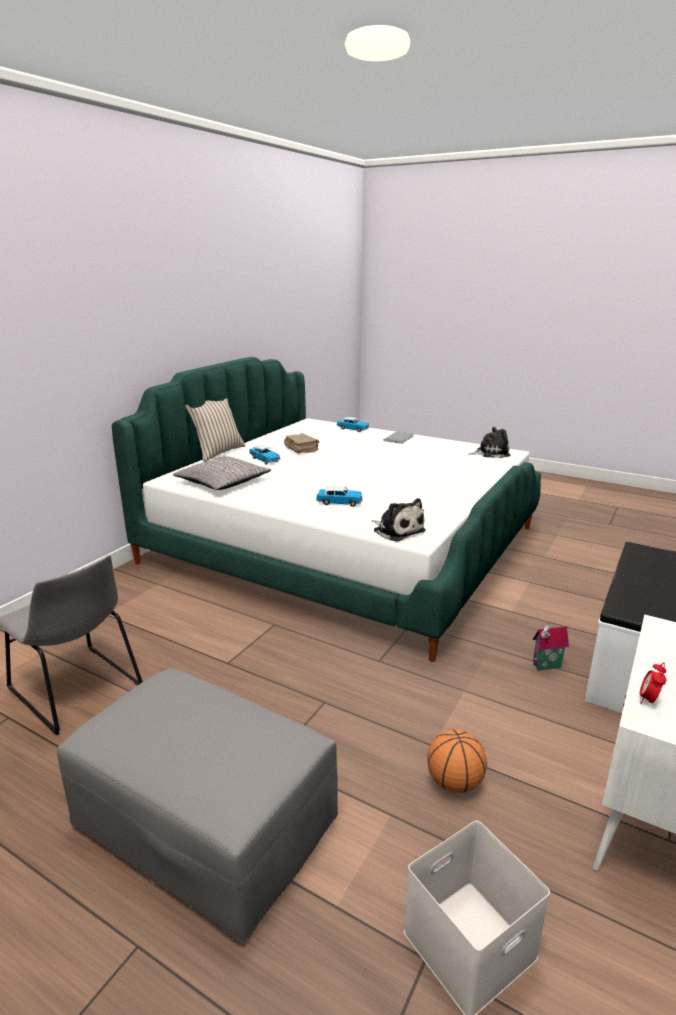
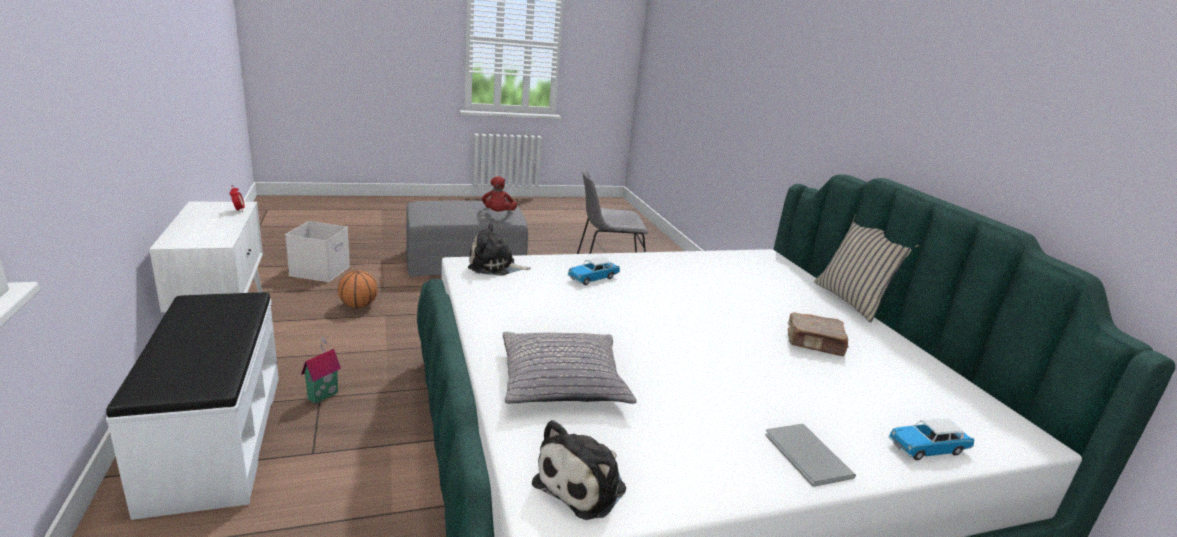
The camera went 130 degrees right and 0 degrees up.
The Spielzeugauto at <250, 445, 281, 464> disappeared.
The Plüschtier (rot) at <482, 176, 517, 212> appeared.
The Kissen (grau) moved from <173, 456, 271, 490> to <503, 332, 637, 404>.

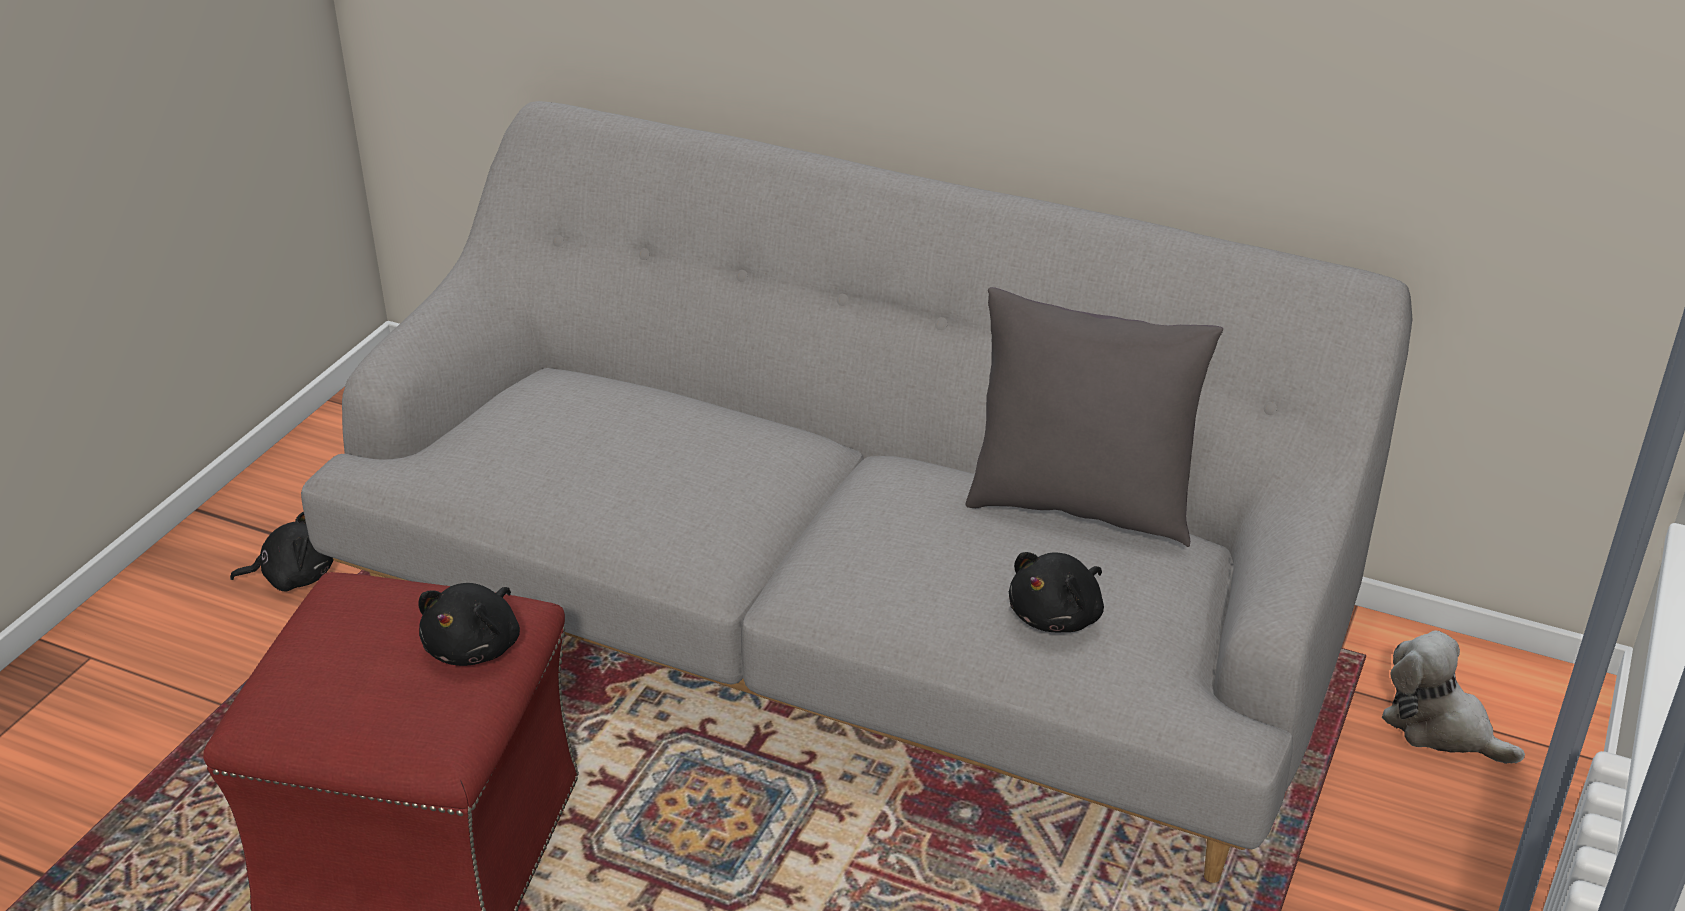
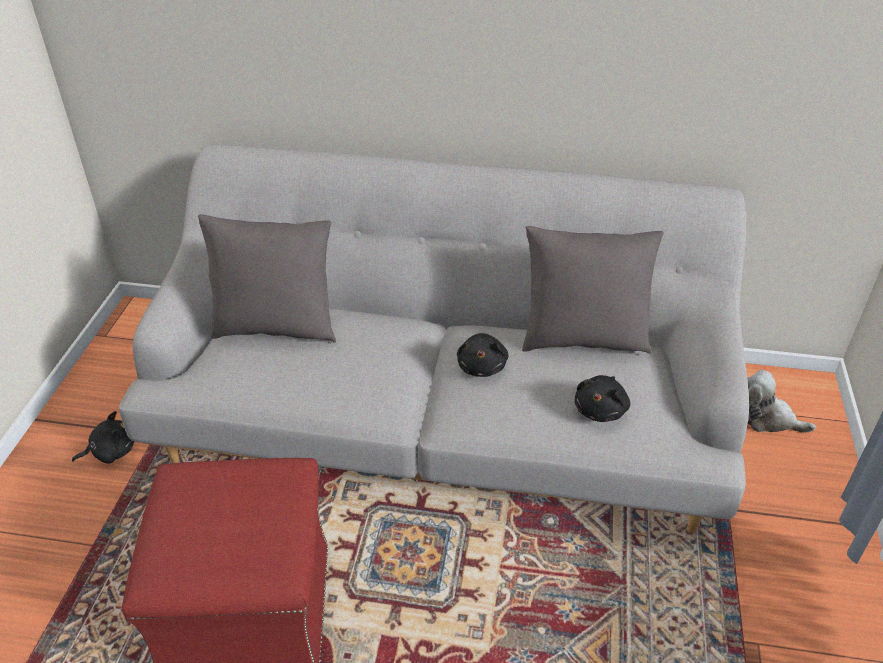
The camera went 15 degrees left and 5 degrees up.
The Kissen (grau) at <198, 214, 336, 343> appeared.
The Plüschtier (schwarz) moved from <418, 583, 520, 666> to <457, 333, 508, 377>.

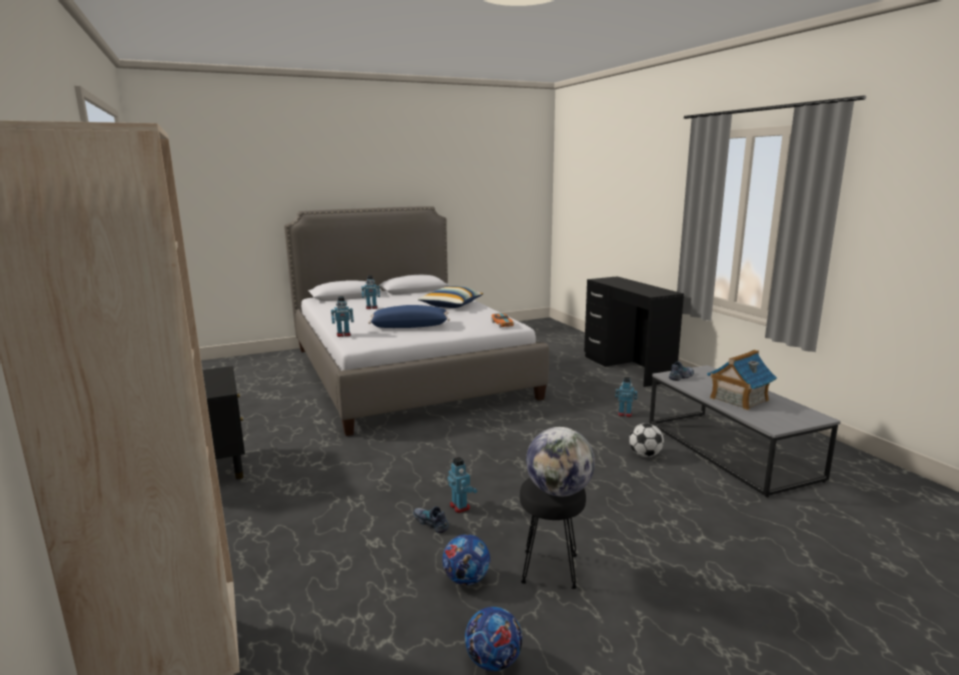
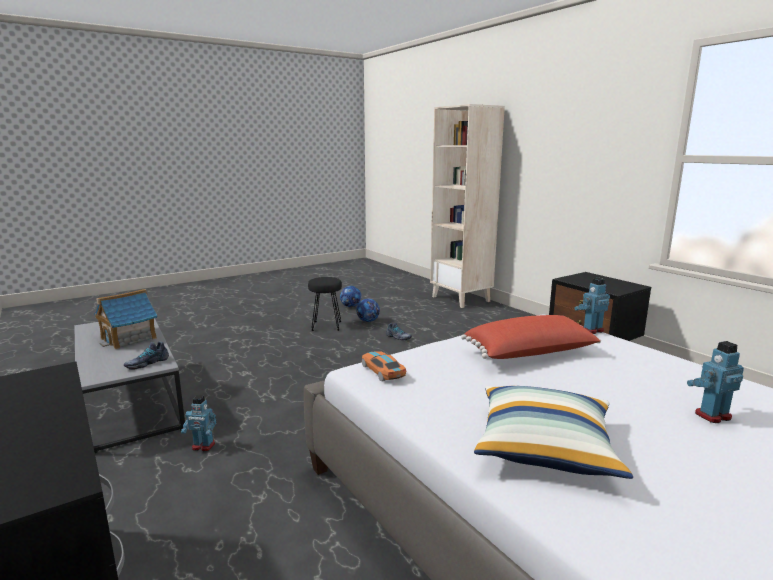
The camera went 170 degrees right and 0 degrees up.
The Spielzeugroboter at <447, 457, 477, 513> disappeared.
The Globus at <526, 427, 595, 496> disappeared.
The Fußball at <629, 423, 664, 457> disappeared.
The Kissen (blau) at <368, 305, 450, 328> became the Kissen (rot) at <461, 315, 601, 359>.

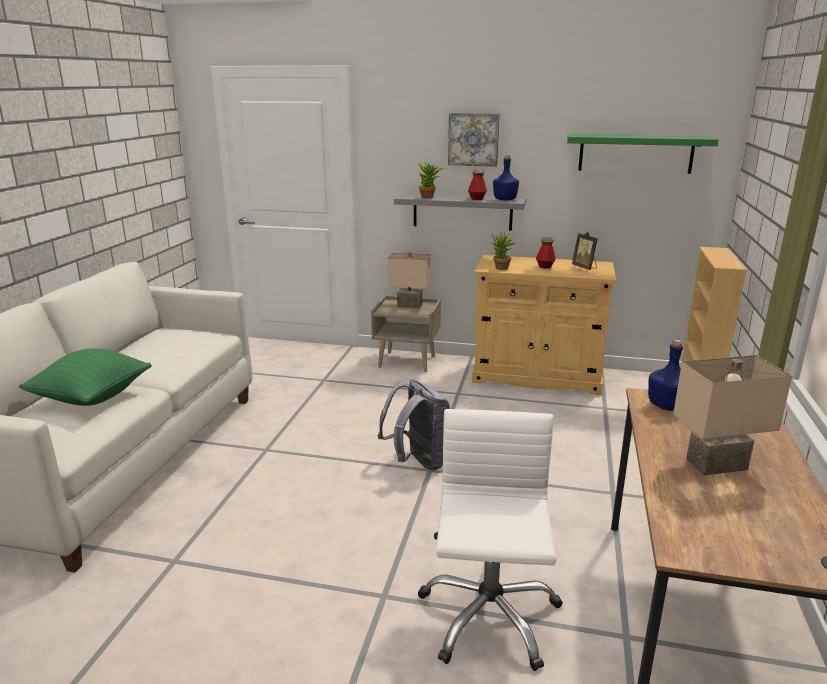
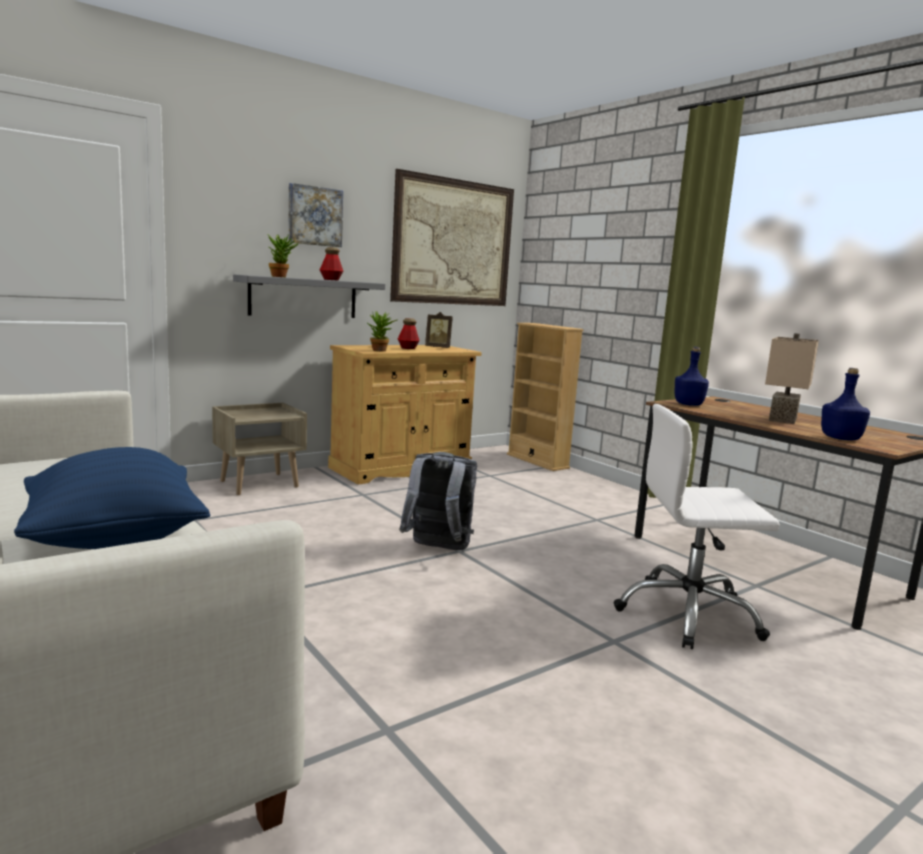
The camera went 50 degrees left and 10 degrees down.
The Tischlampe (beige) at <388, 252, 431, 309> disappeared.
The Flasche (blau) moved from <493, 155, 519, 201> to <821, 368, 870, 440>.
The Wandregal (grün) at <567, 134, 719, 174> was replaced by the Bild at <390, 169, 514, 306>.
The Kissen (grün) at <19, 348, 152, 406> became the Kissen (blau) at <14, 447, 210, 549>.
The Bürostuhl (weiß) at <418, 409, 563, 671> turned 45 degrees counterclockwise.

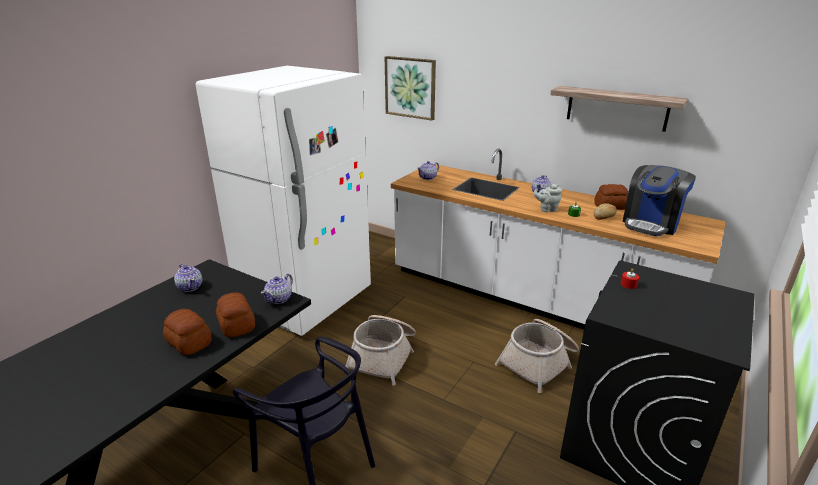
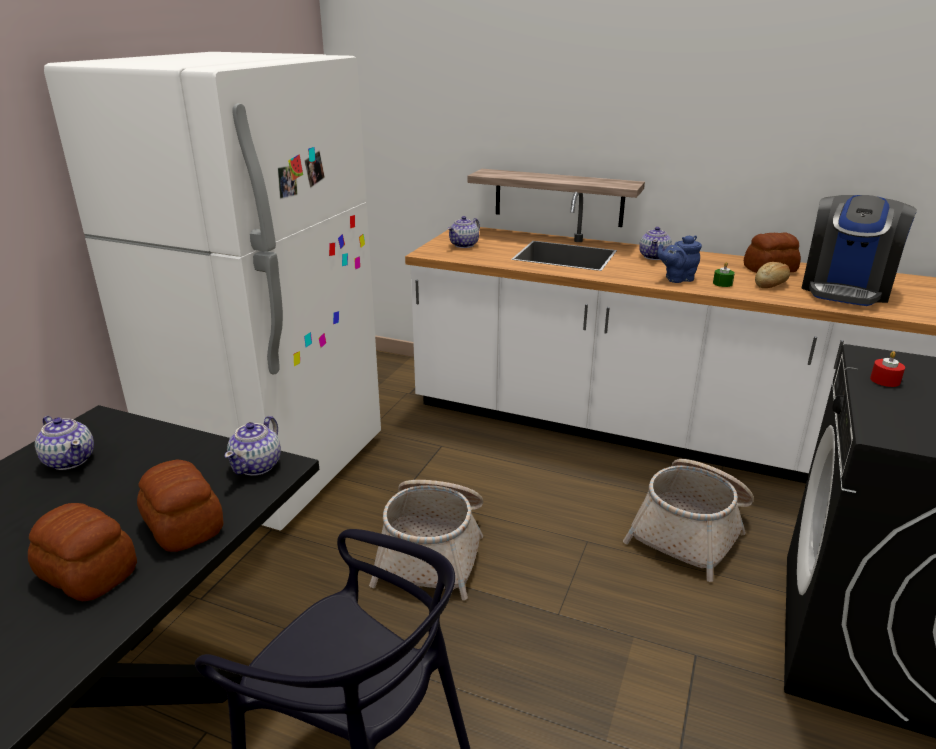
The camera went 10 degrees left and 0 degrees up.
The Bild at <385, 56, 436, 120> disappeared.
The Wandregal moved from <550, 86, 688, 132> to <467, 169, 645, 227>.
The Teekanne (grau) at <534, 184, 562, 212> became the Teekanne (blau) at <657, 235, 702, 283>.

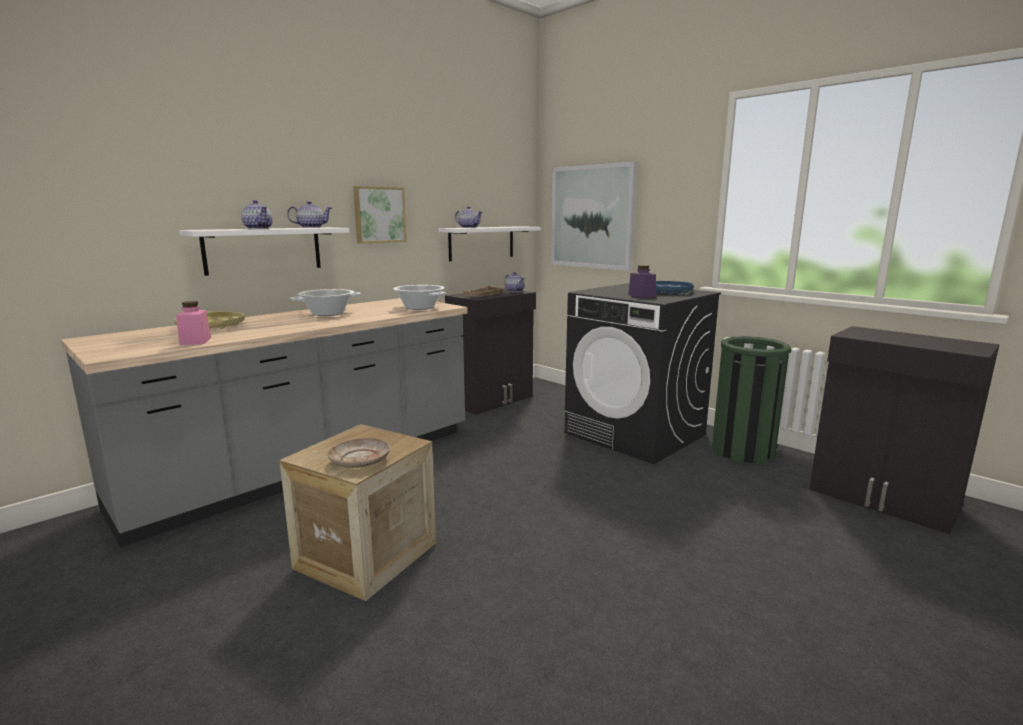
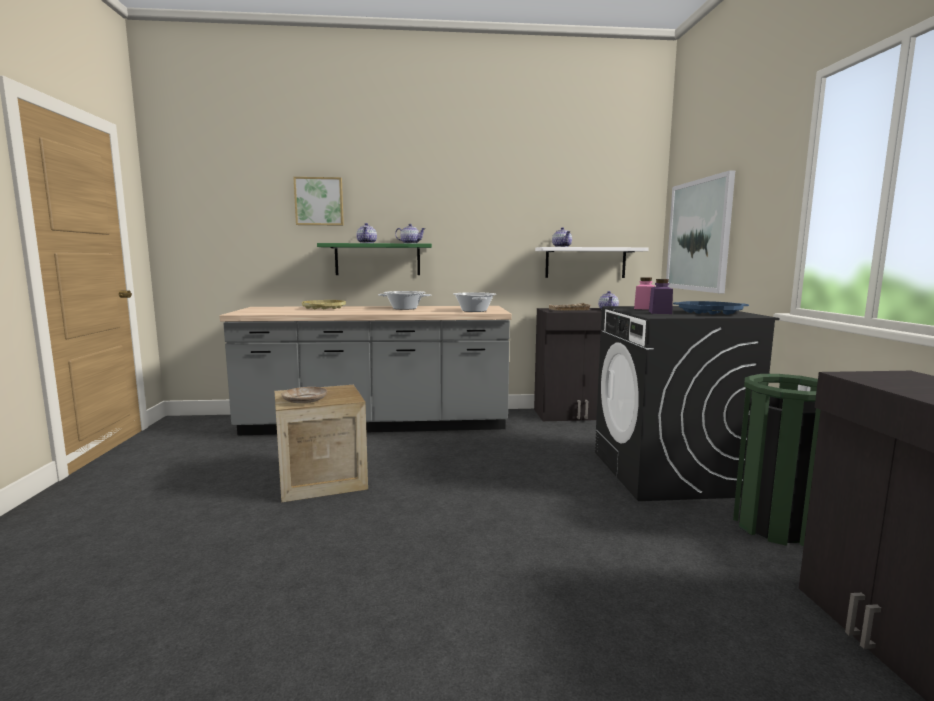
The camera went 40 degrees right and 5 degrees down.
The Vorratsglas (rosa) moved from <176, 301, 211, 345> to <634, 277, 655, 310>.
The Bild moved from <353, 186, 407, 244> to <293, 177, 344, 226>.
The Wandregal (weiß) at <179, 227, 349, 276> became the Wandregal (grün) at <317, 243, 432, 275>.

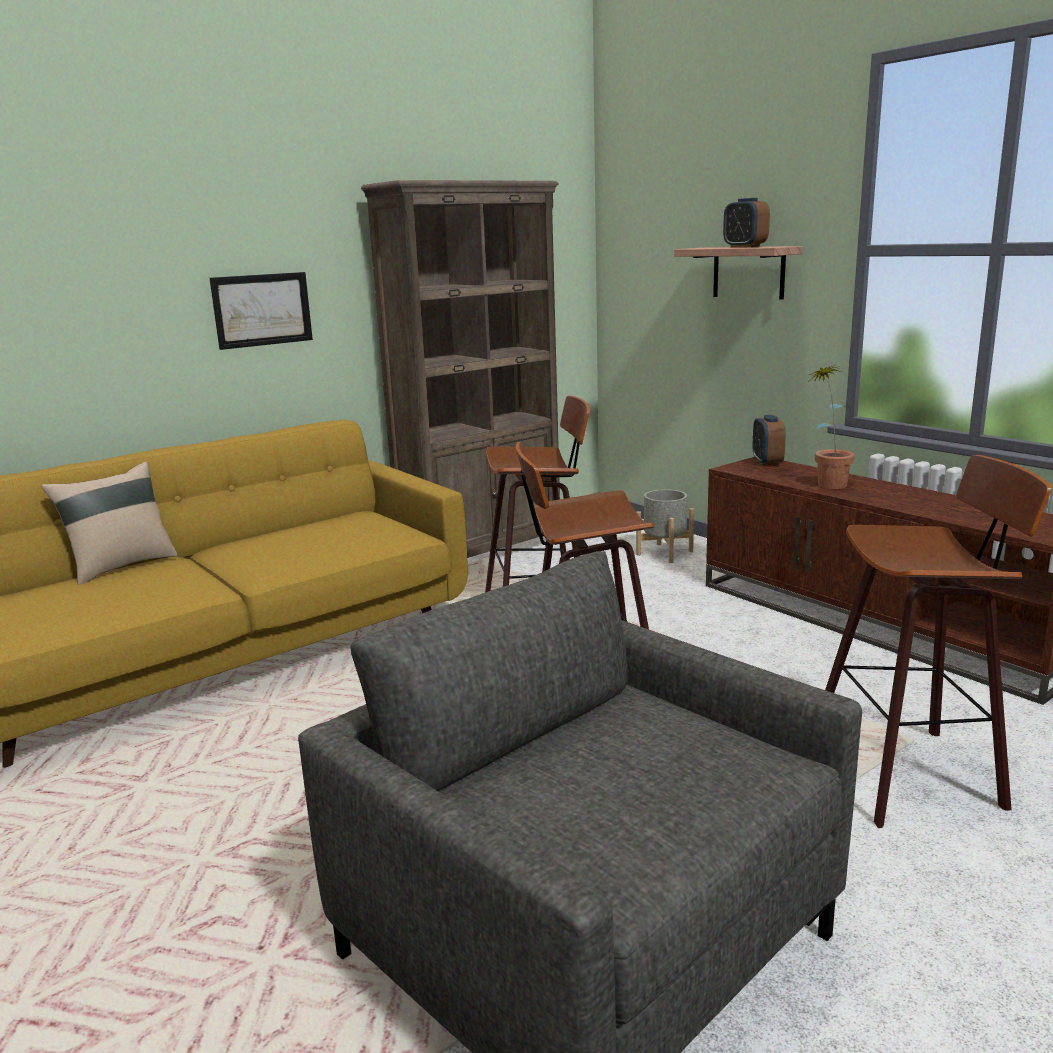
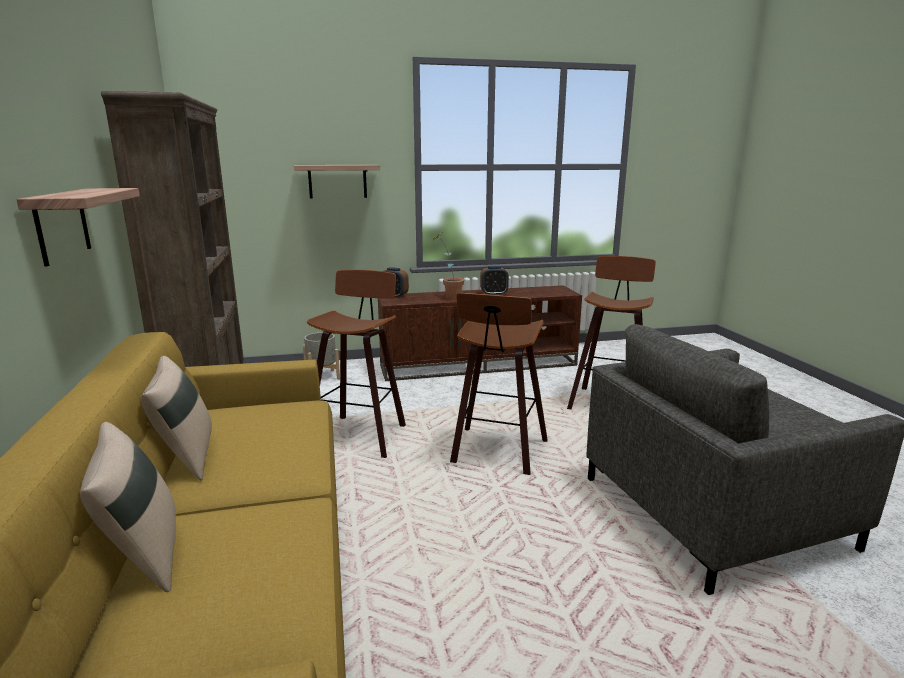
The camera went 65 degrees left and 0 degrees up.
The Kissen (beige) at <141, 356, 212, 480> appeared.
The Wecker moved from <723, 198, 770, 248> to <480, 266, 509, 295>.
The Bild at <209, 272, 313, 350> was replaced by the Wandregal at <17, 188, 140, 267>.

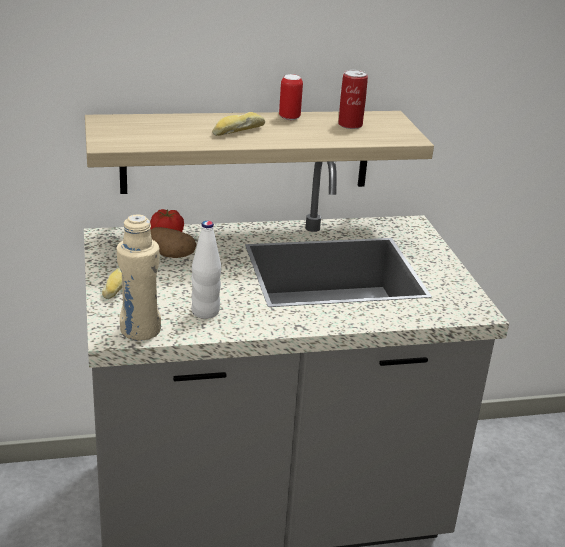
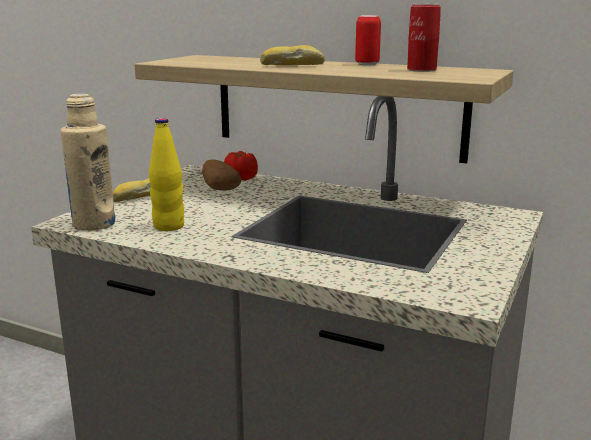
The camera went 40 degrees right and 10 degrees down.
The Flasche (weiß) at <191, 221, 221, 319> became the Flasche (gelb) at <149, 118, 184, 231>.

